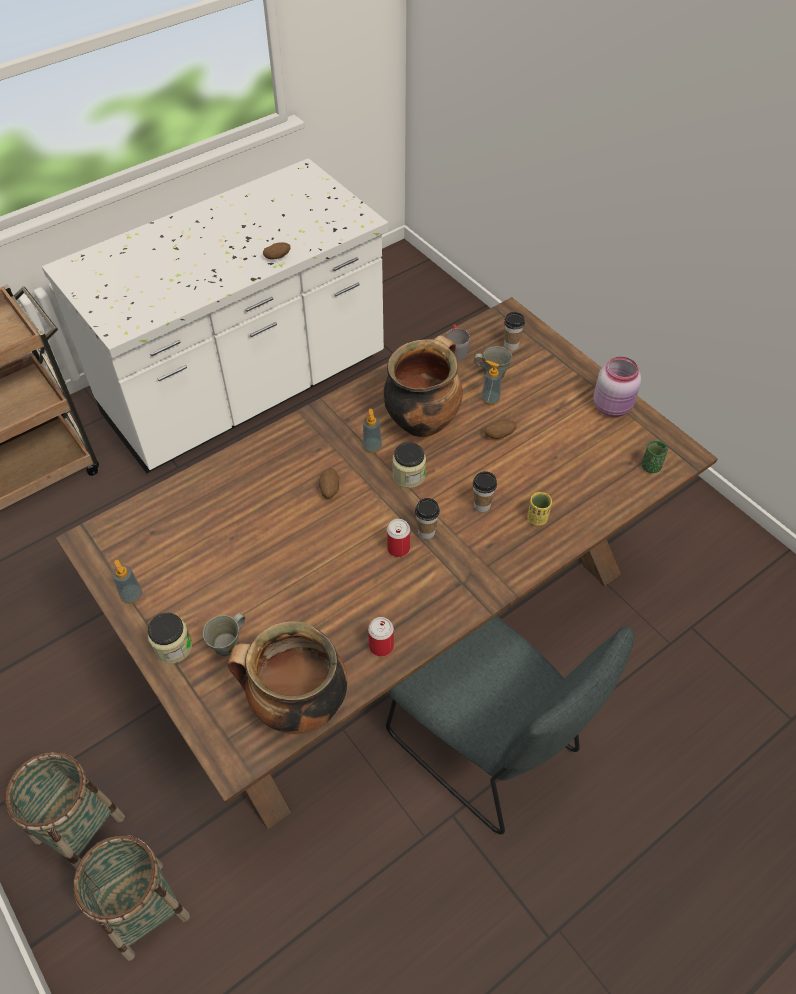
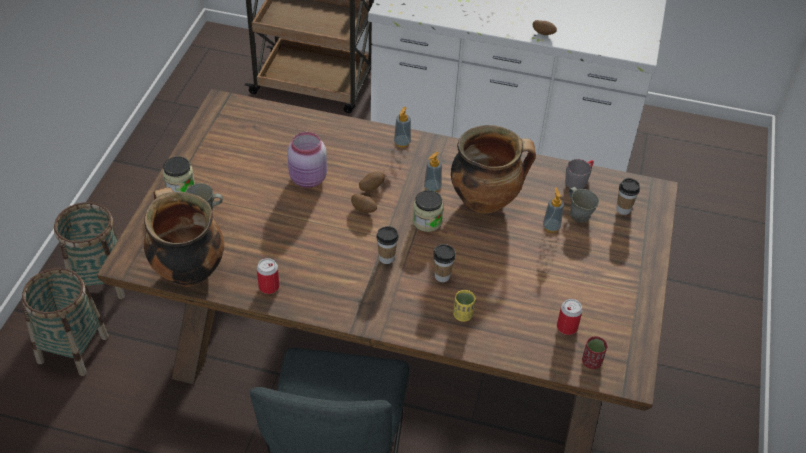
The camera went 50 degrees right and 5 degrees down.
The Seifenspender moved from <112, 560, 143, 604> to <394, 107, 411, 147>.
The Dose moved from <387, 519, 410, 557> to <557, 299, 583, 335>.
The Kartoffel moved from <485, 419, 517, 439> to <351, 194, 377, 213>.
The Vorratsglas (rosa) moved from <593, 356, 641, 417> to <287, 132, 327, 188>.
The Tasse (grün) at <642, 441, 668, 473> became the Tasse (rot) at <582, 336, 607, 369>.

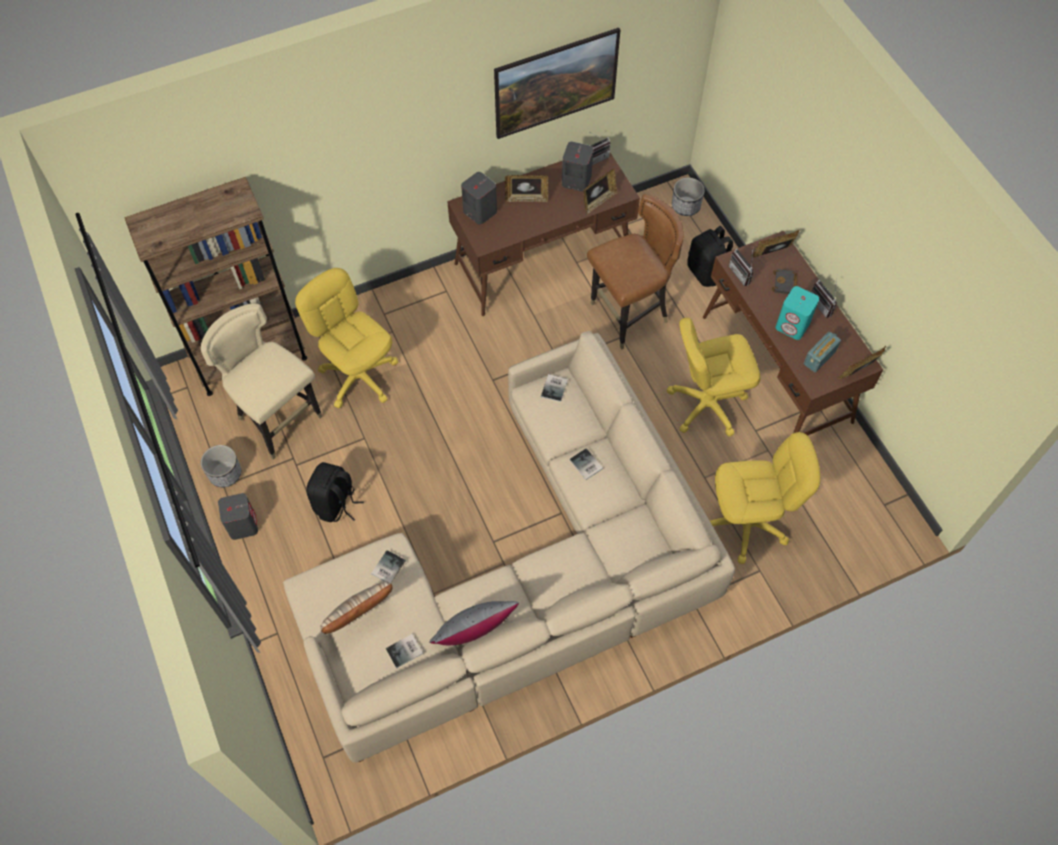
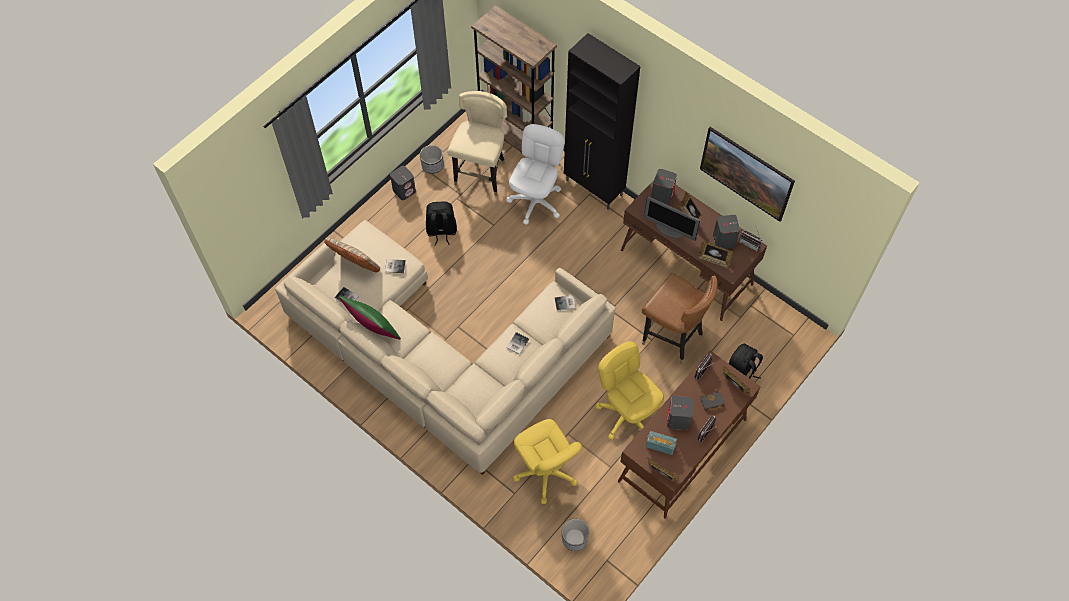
The camera went 65 degrees right and 0 degrees up.
The Schrank (schwarz) at <564, 33, 640, 210> appeared.
The Monitor at <644, 196, 700, 241> appeared.
The Pflanzkübel moved from <672, 178, 705, 216> to <562, 519, 590, 551>.
The Bürostuhl (gelb) at <295, 268, 398, 408> became the Bürostuhl (weiß) at <507, 124, 565, 225>.
The Kissen (grau) at <429, 601, 519, 645> became the Kissen (grün) at <339, 296, 401, 340>.
The Lautsprecher (türkis) at <776, 286, 819, 340> became the Lautsprecher (grau) at <667, 395, 694, 430>.

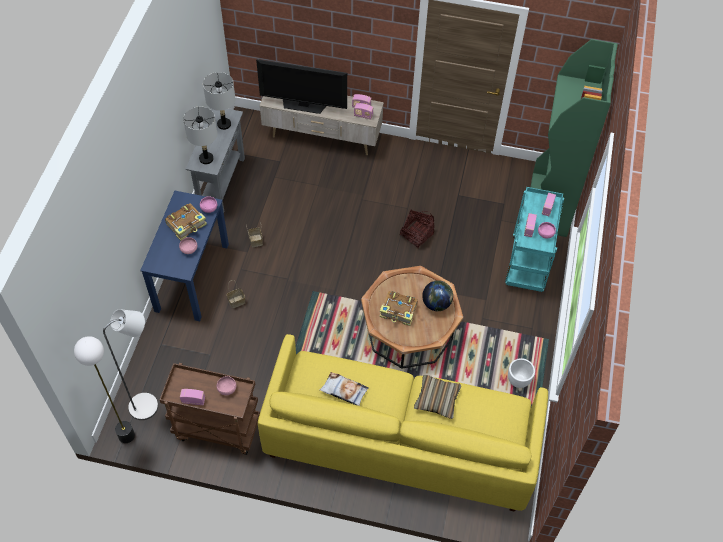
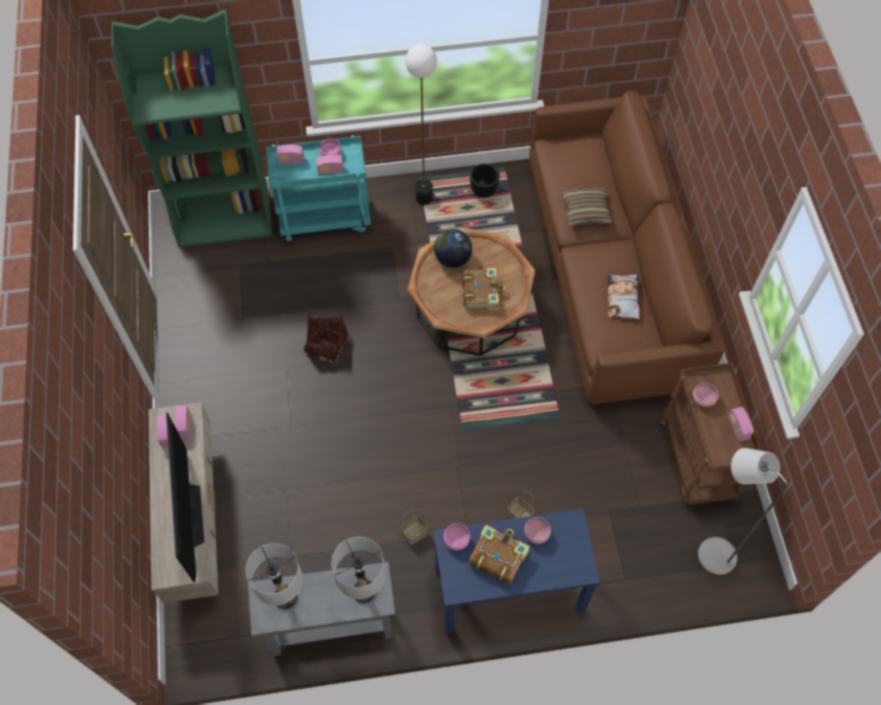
The camera went 110 degrees left and 5 degrees up.
The Stehlampe moved from <74, 336, 135, 443> to <405, 44, 437, 205>.
The Sofa (gelb) at <258, 334, 548, 511> became the Sofa (braun) at <529, 91, 725, 405>.
The Pflanzkübel (weiß) at <508, 358, 535, 388> became the Pflanzkübel (schwarz) at <470, 163, 500, 198>.

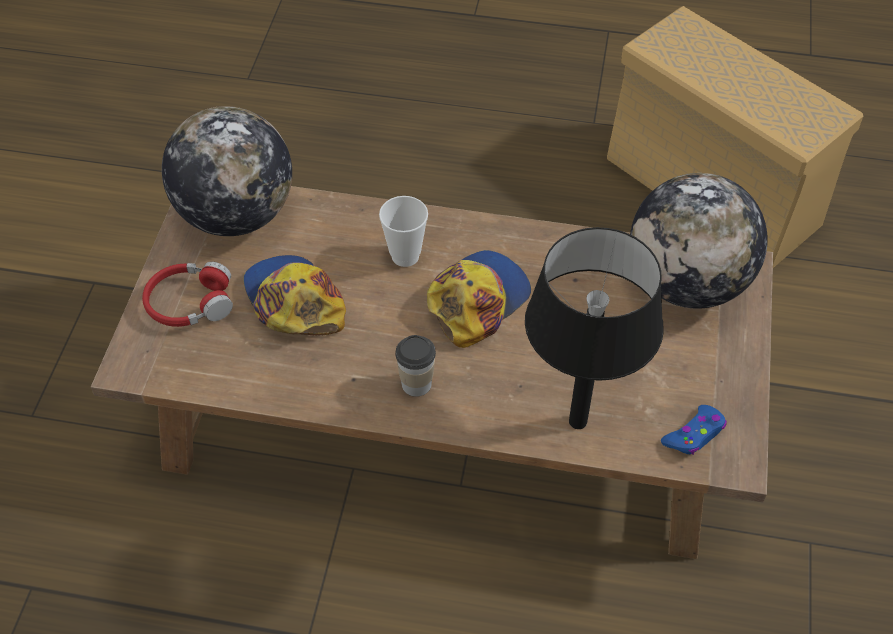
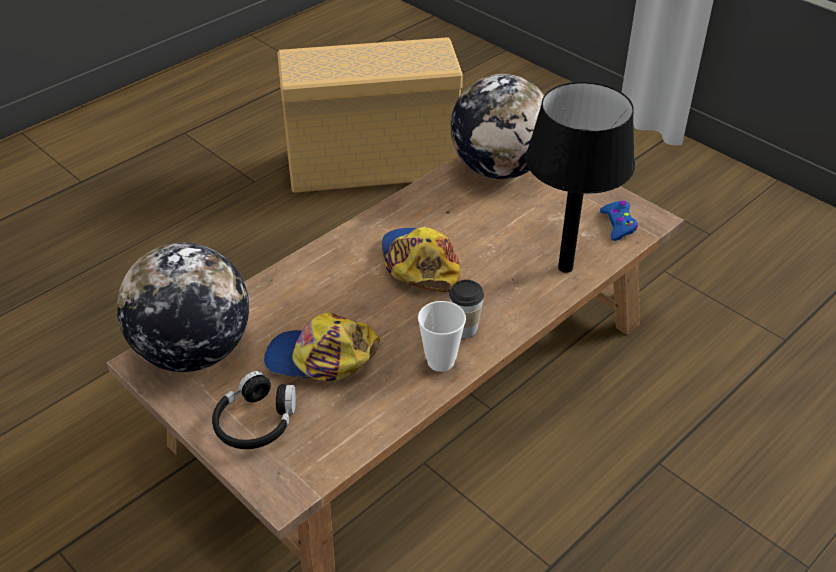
The camera went 55 degrees left and 10 degrees down.
The Tasse moved from <379, 196, 428, 267> to <418, 301, 466, 372>.
The Kopfhörer (rot) at <142, 262, 233, 327> became the Kopfhörer (schwarz) at <212, 371, 296, 449>.

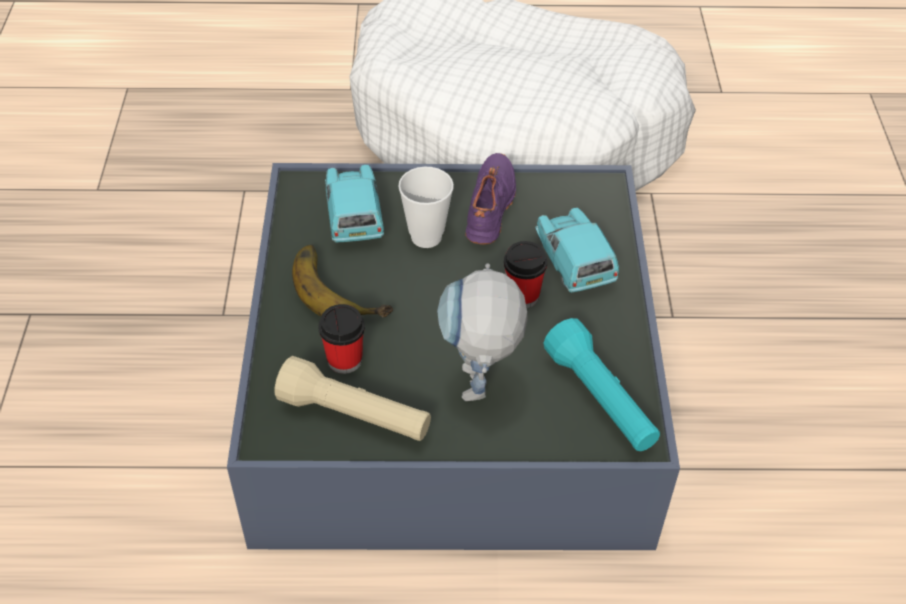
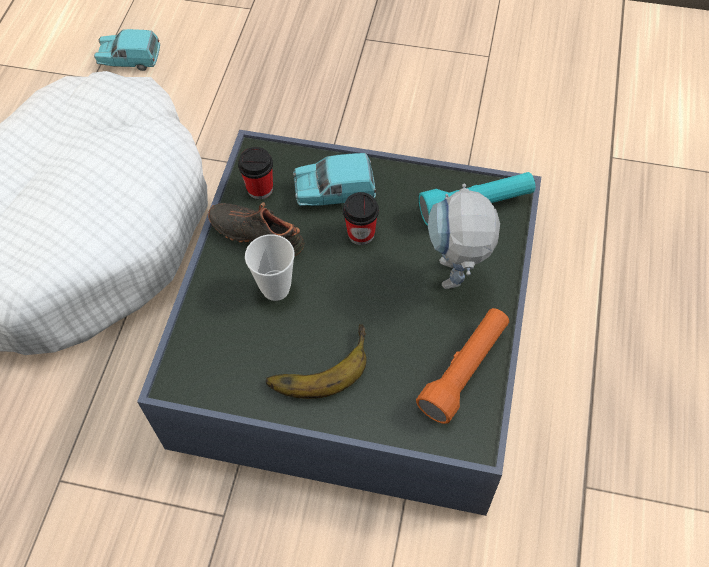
The camera went 75 degrees left and 10 degrees up.
The Tasse moved from <319, 304, 365, 374> to <238, 147, 273, 199>.
The Spielzeugauto (türkis) moved from <325, 165, 384, 242> to <94, 29, 160, 71>.
The Taschenlampe (beige) at <275, 356, 431, 441> became the Taschenlampe (orange) at <416, 308, 509, 424>.
The Schuh (lila) at <465, 153, 516, 245> became the Schuh (schwarz) at <208, 202, 304, 256>.
The Spielzeugroboter at <437, 263, 528, 401> turned 75 degrees clockwise.

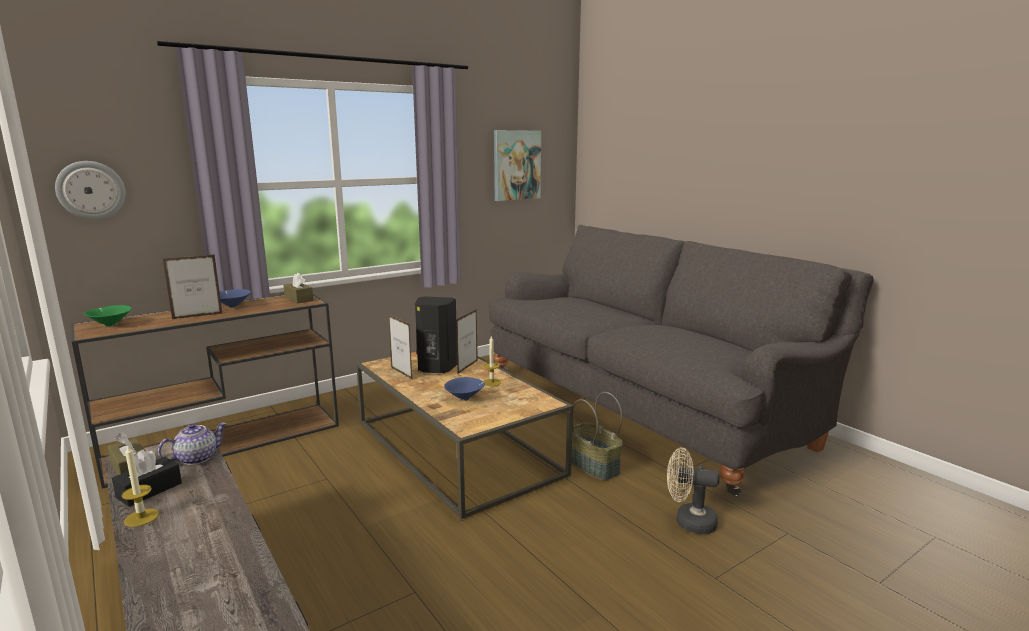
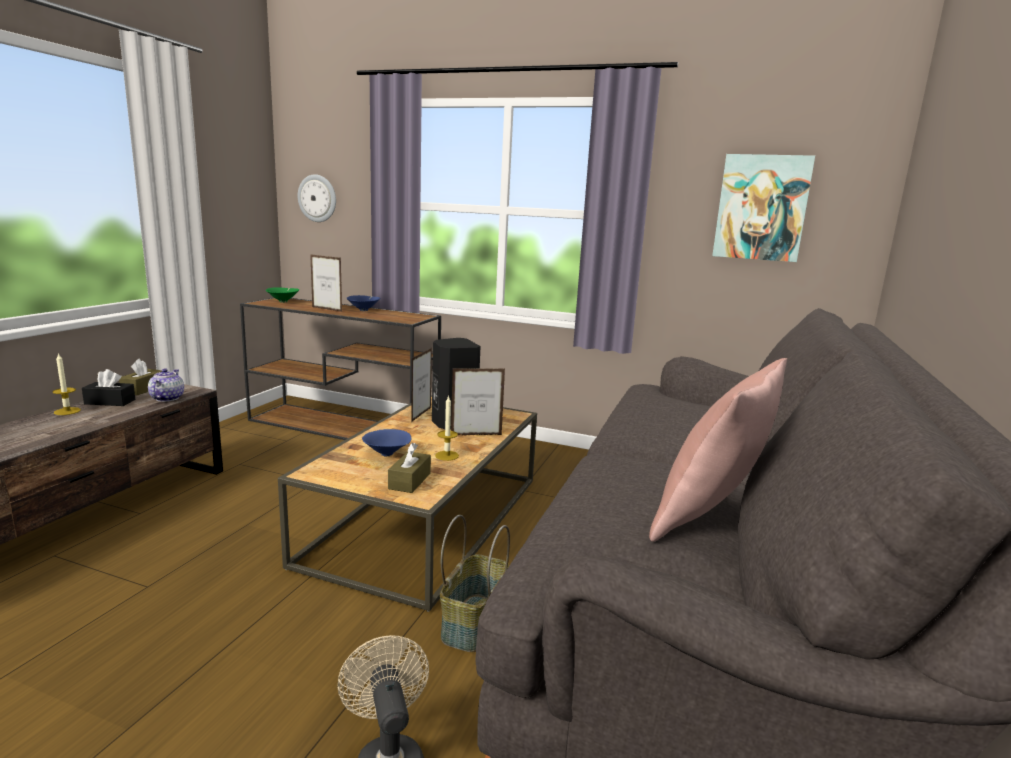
The camera went 55 degrees right and 0 degrees up.
The Kissen (rosa) at <649, 358, 787, 542> appeared.
The Taschentuchbox (braun) moved from <283, 273, 314, 304> to <388, 443, 431, 493>.
The Teekanne at <158, 422, 227, 465> turned 105 degrees counterclockwise.

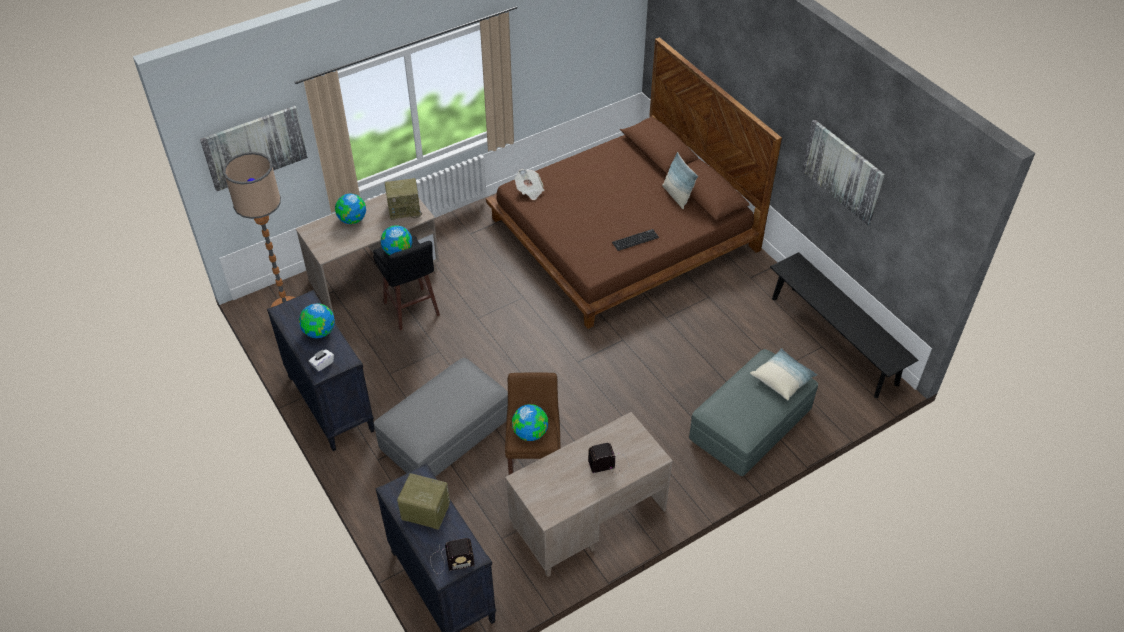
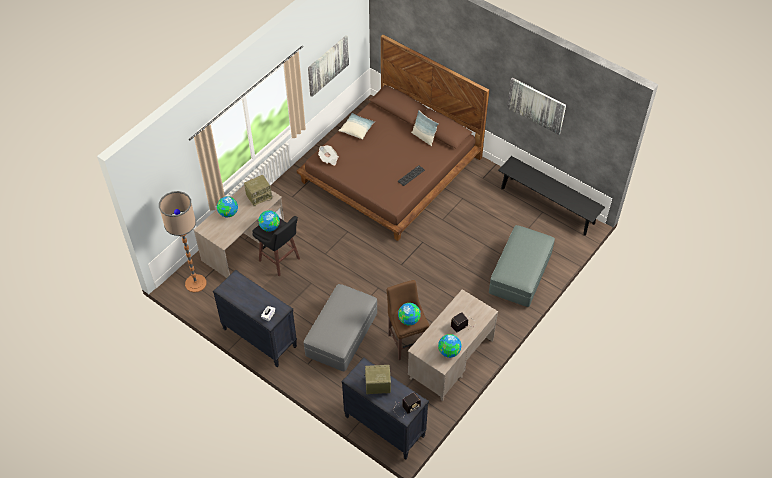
The camera went 20 degrees left and 5 degrees up.
The Bild moved from <200, 106, 308, 191> to <308, 35, 349, 97>.
The Globus moved from <299, 304, 335, 338> to <438, 334, 461, 358>.
The Kissen moved from <750, 348, 818, 400> to <338, 113, 375, 139>.

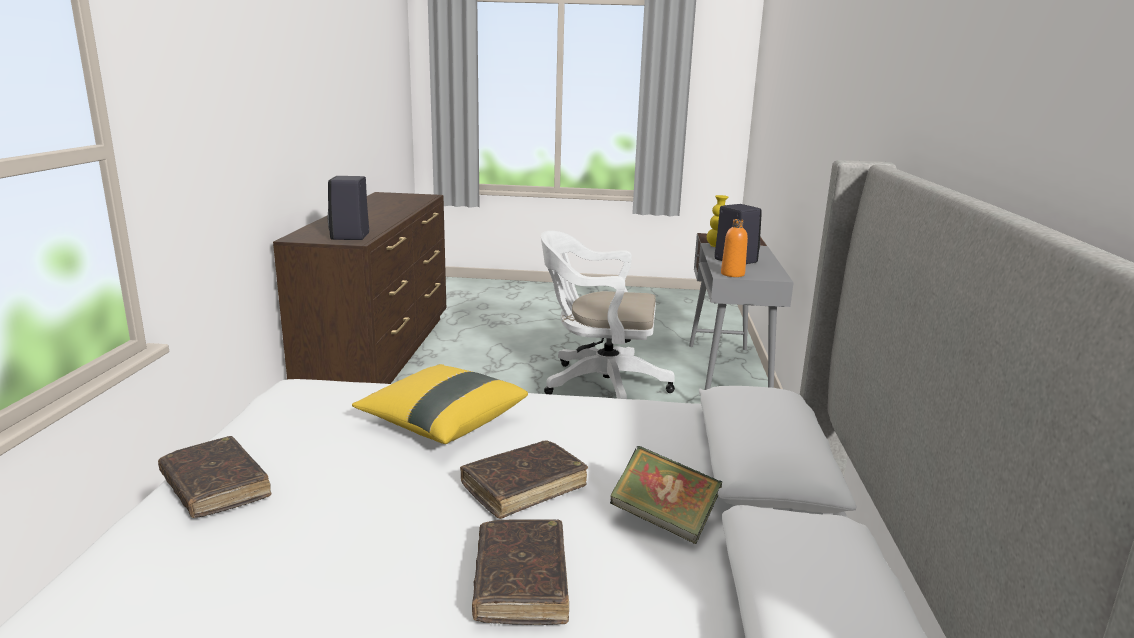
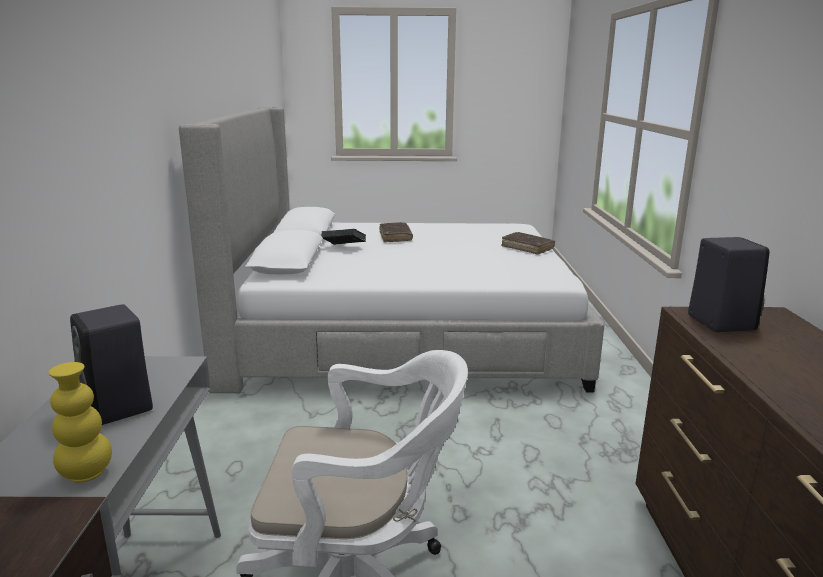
The camera went 175 degrees right and 0 degrees up.
The Kissen (gelb) at <352, 364, 528, 444> disappeared.
The Buch (braun) at <460, 440, 588, 519> disappeared.
The Flasche (orange) at <721, 219, 748, 277> disappeared.

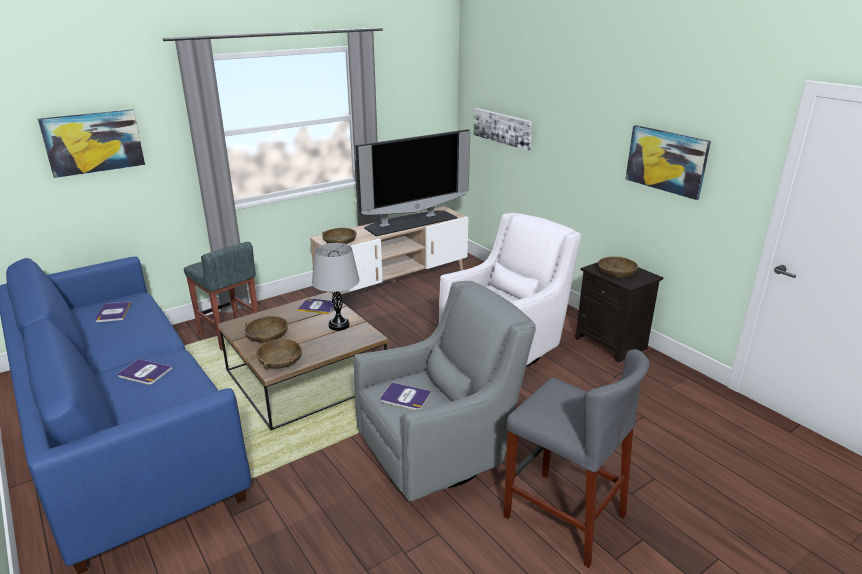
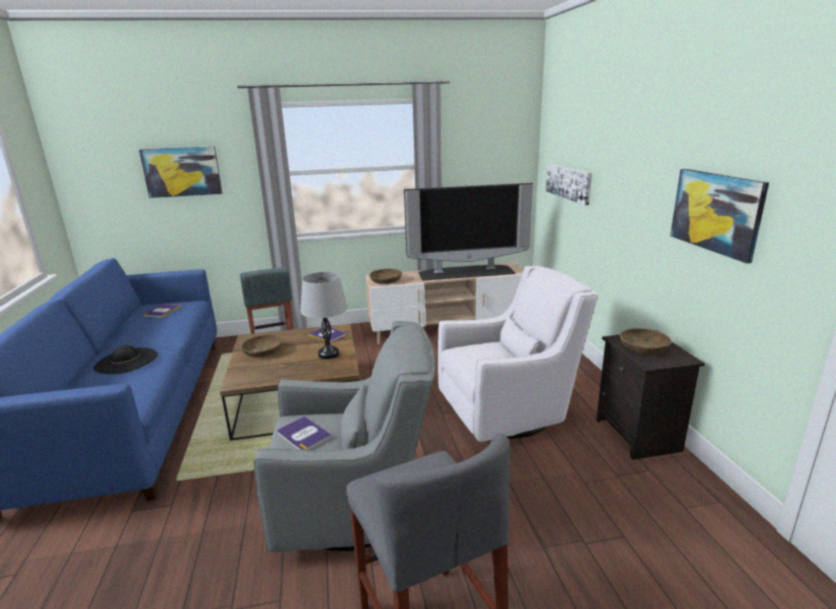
The camera went 25 degrees right and 5 degrees down.
The Schüssel (braun) at <256, 339, 302, 370> disappeared.
The Buch at <118, 359, 172, 385> was replaced by the Hut (schwarz) at <94, 345, 158, 374>.

